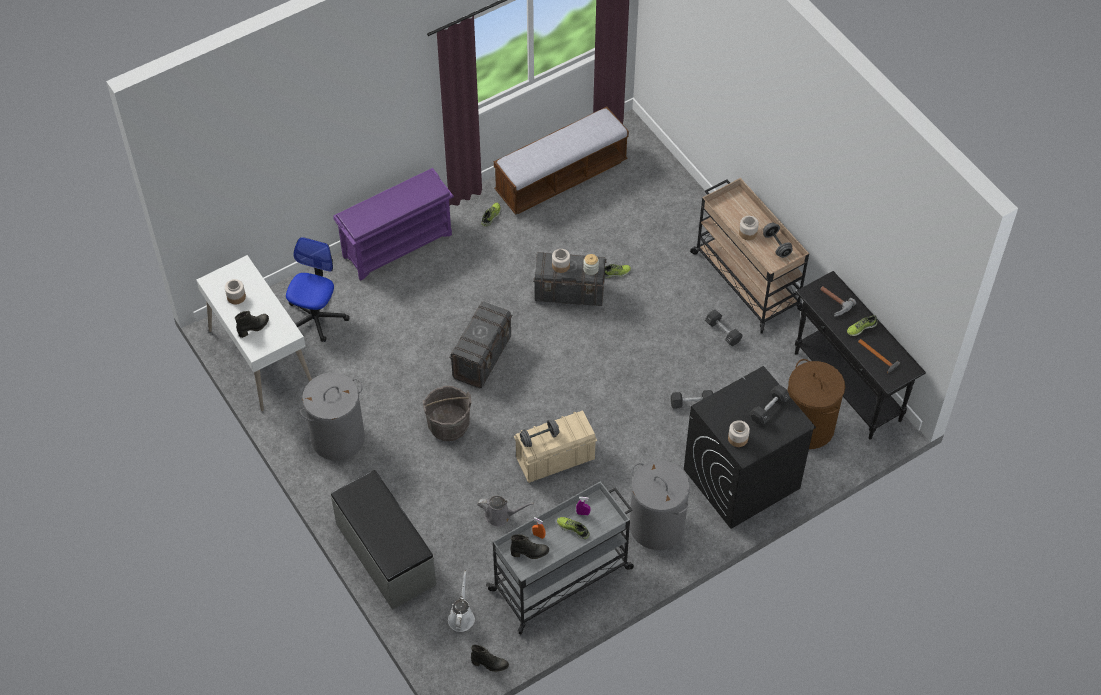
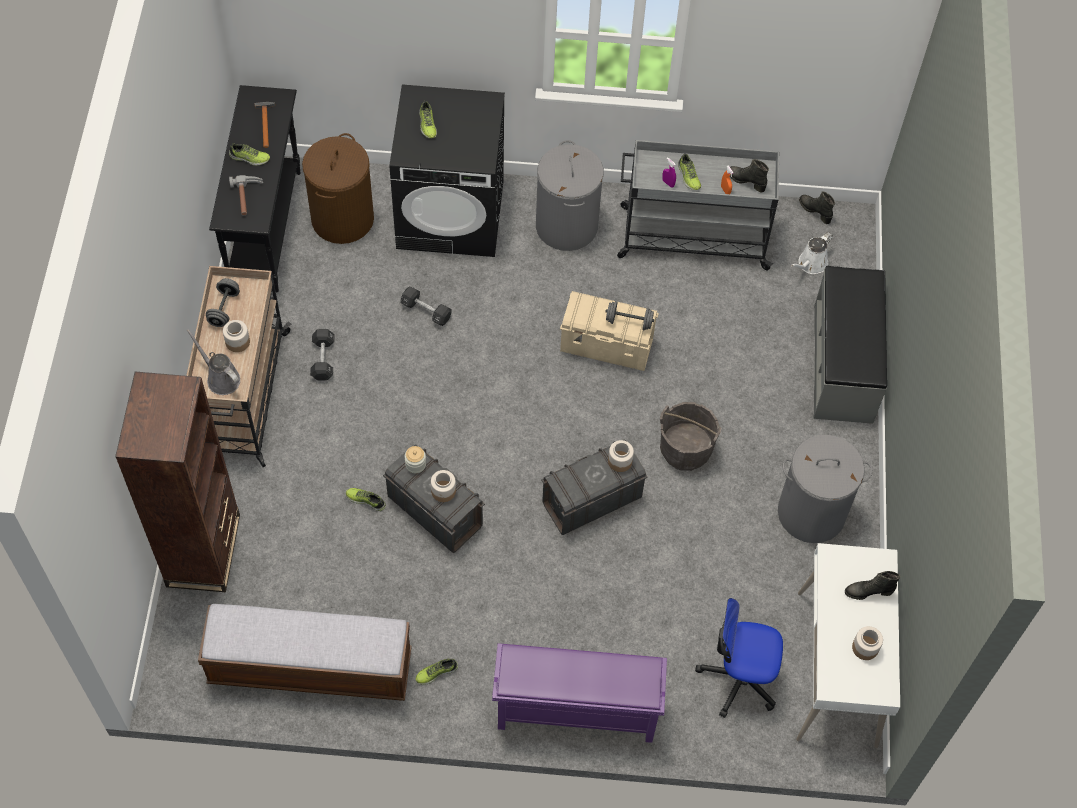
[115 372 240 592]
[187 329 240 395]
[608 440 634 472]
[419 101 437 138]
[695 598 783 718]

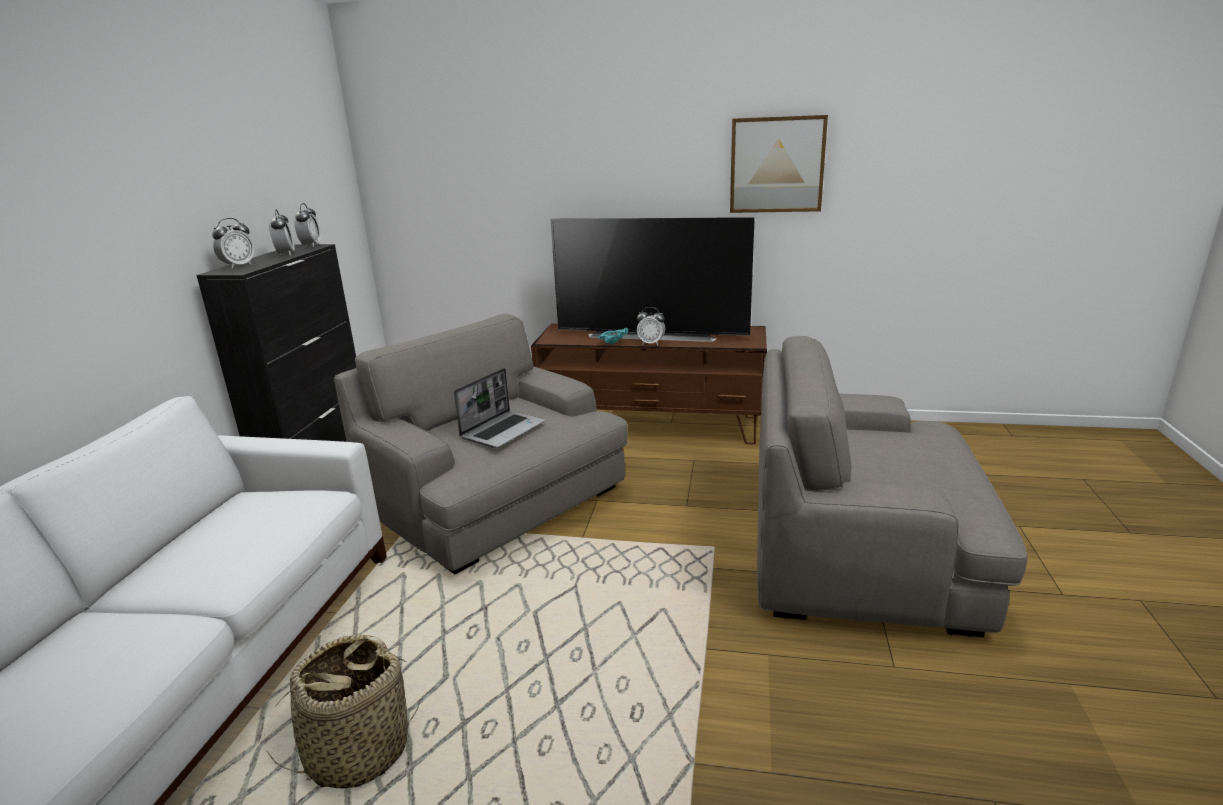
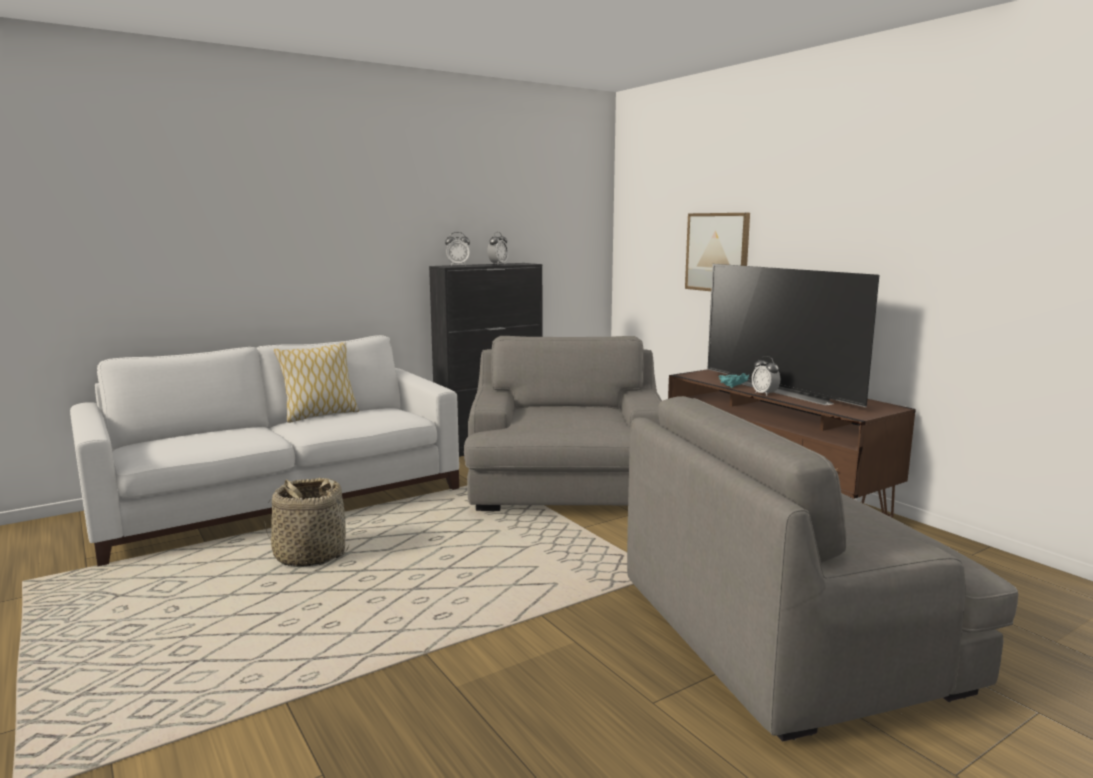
[294 203 321 247] (first image)
[454 368 545 448] (first image)
[273 342 359 423]
[685 213 750 291]
[627 396 1018 741]

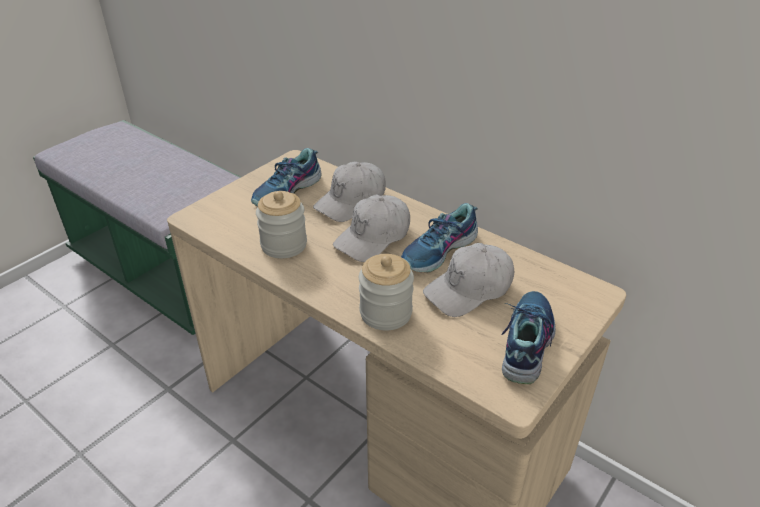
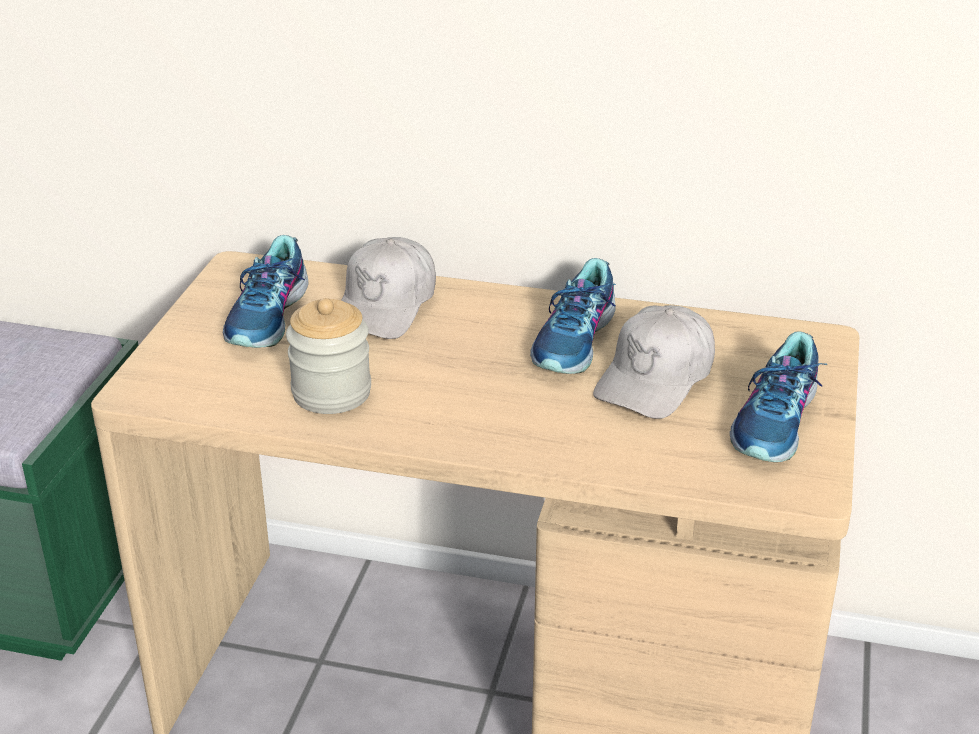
[333 195 410 262] (first image)
[359 254 414 330] (first image)
[730 331 828 462]

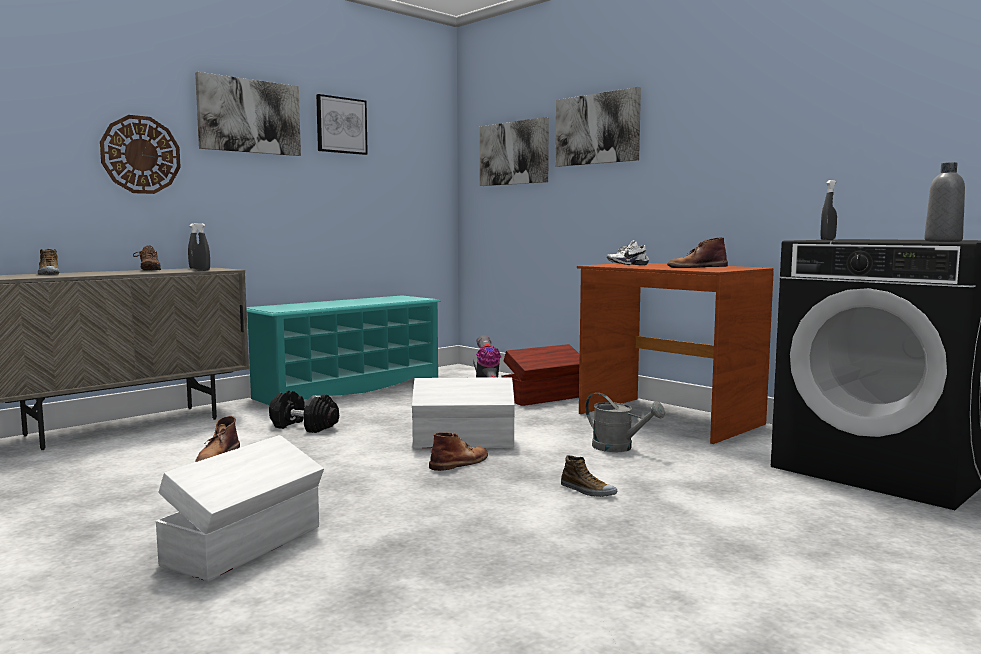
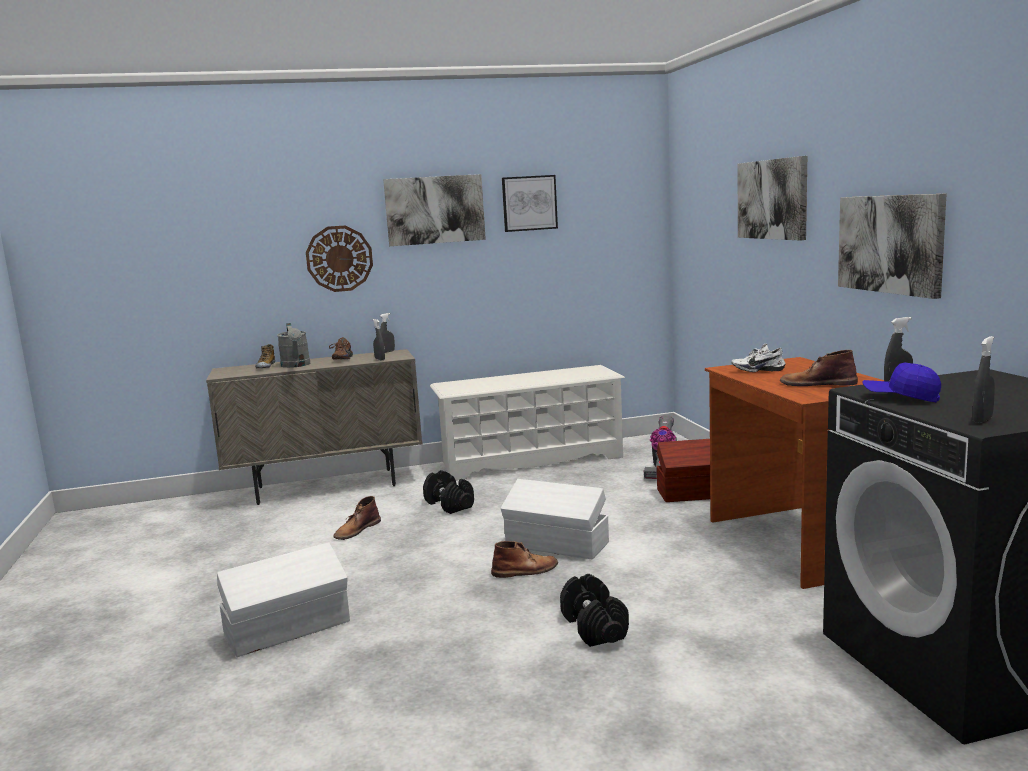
[863 363 941 402]
[838 194 946 299]
[277 323 310 368]
[560 574 629 647]
[972 336 995 423]
[430 365 625 481]

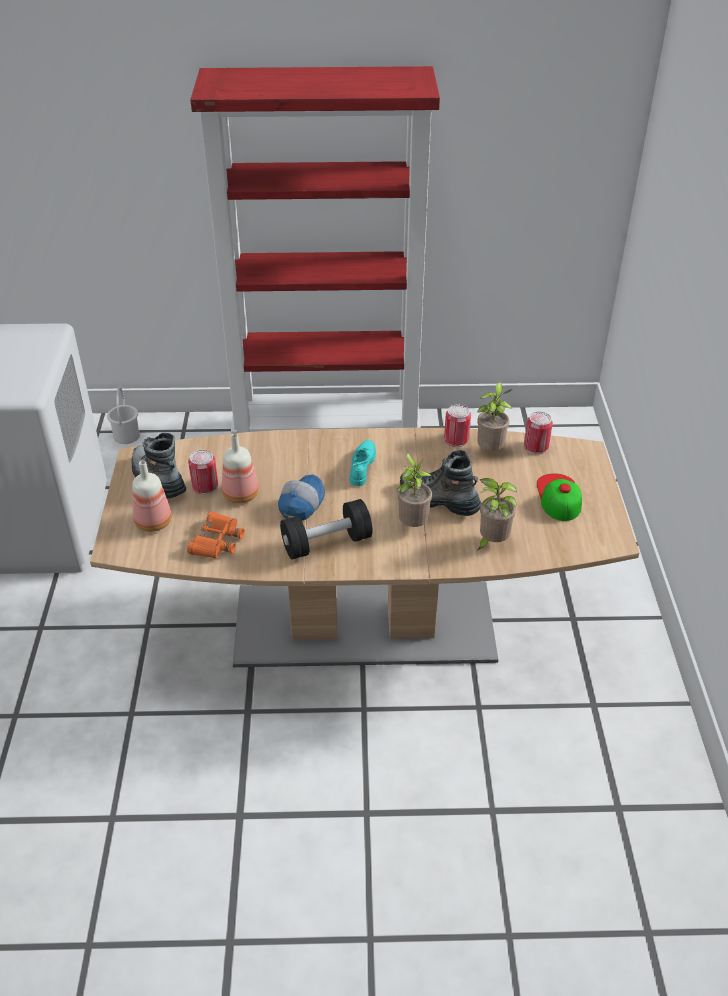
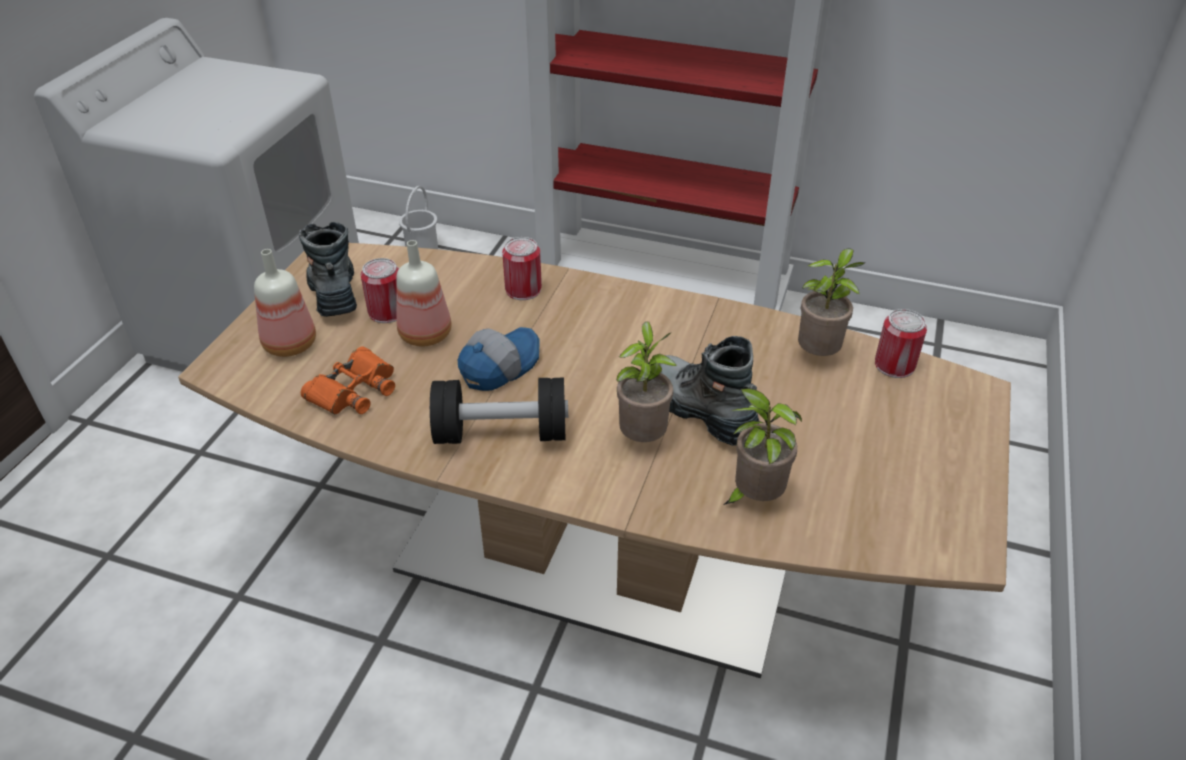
[349 440 376 486] (first image)
[537 473 582 521] (first image)
[502 237 542 300]

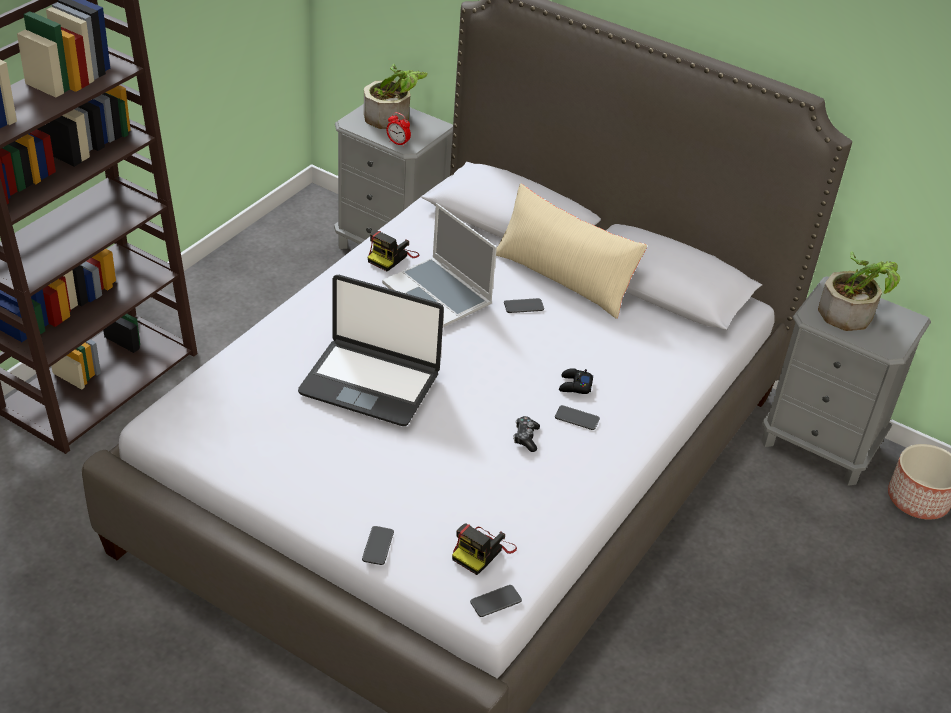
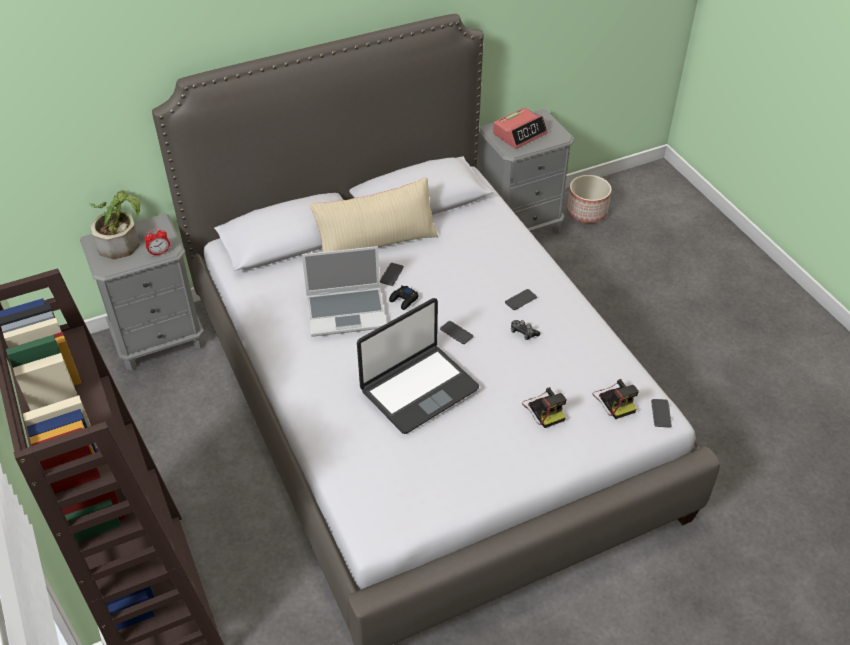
[440 321 473 344]
[522 387 567 428]
[389 285 419 310]
[493 108 548 149]

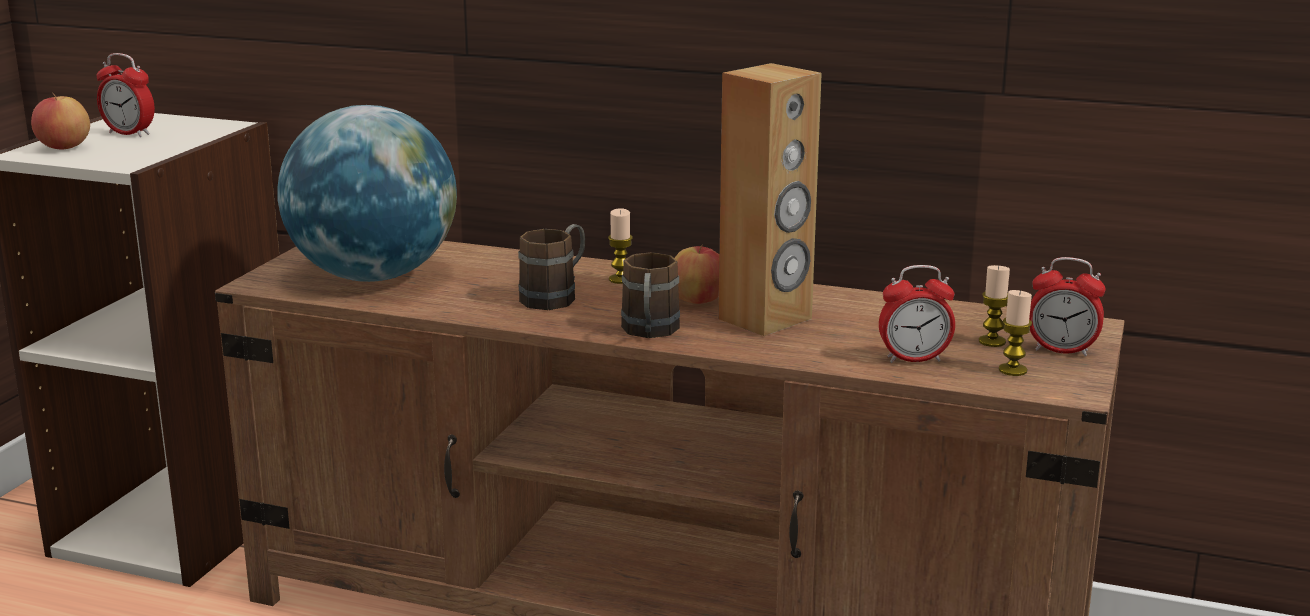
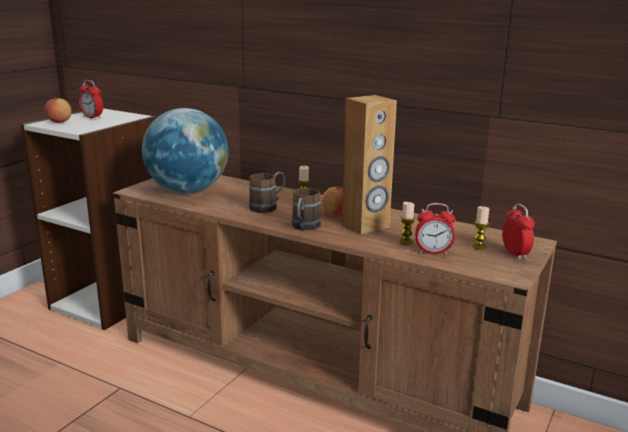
[399 202 415 245]
[502 204 535 260]

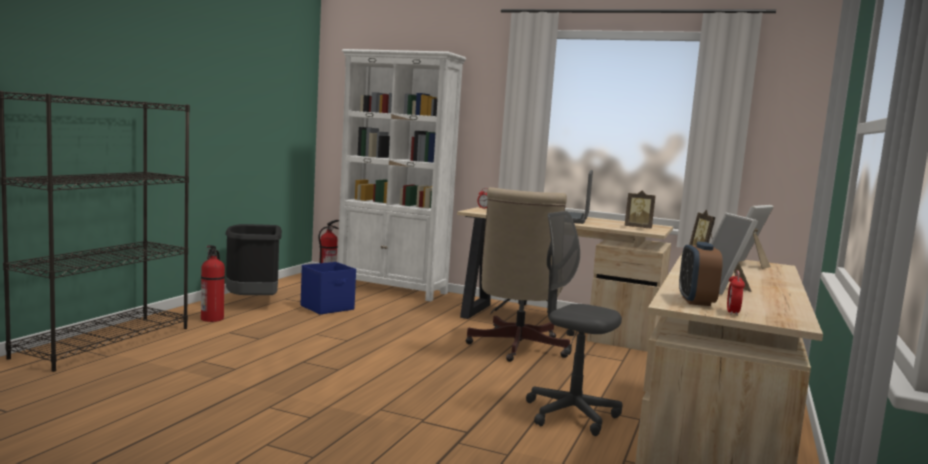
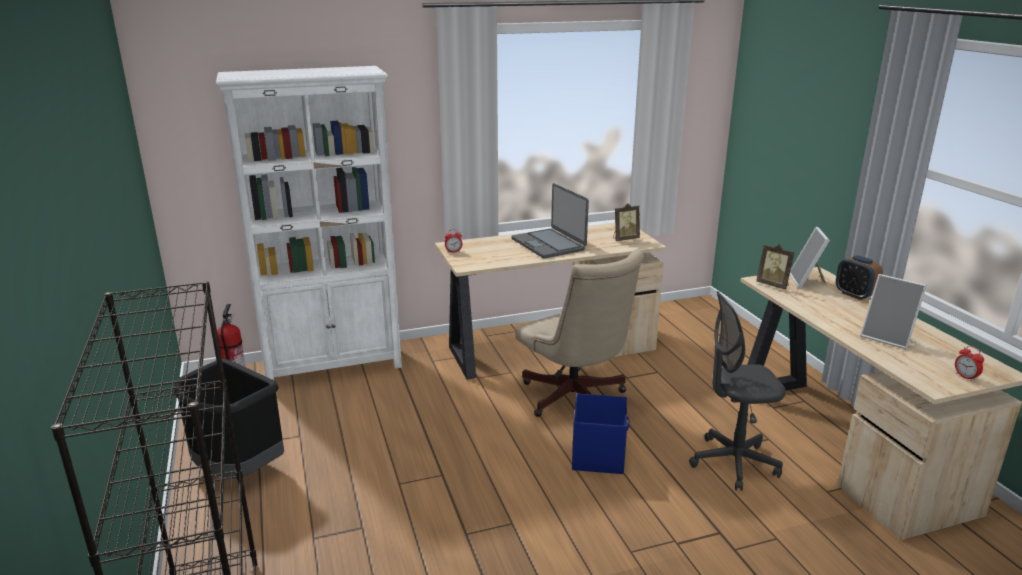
[201 245 225 322] (first image)
[572 393 630 474]
[836 255 883 300]

